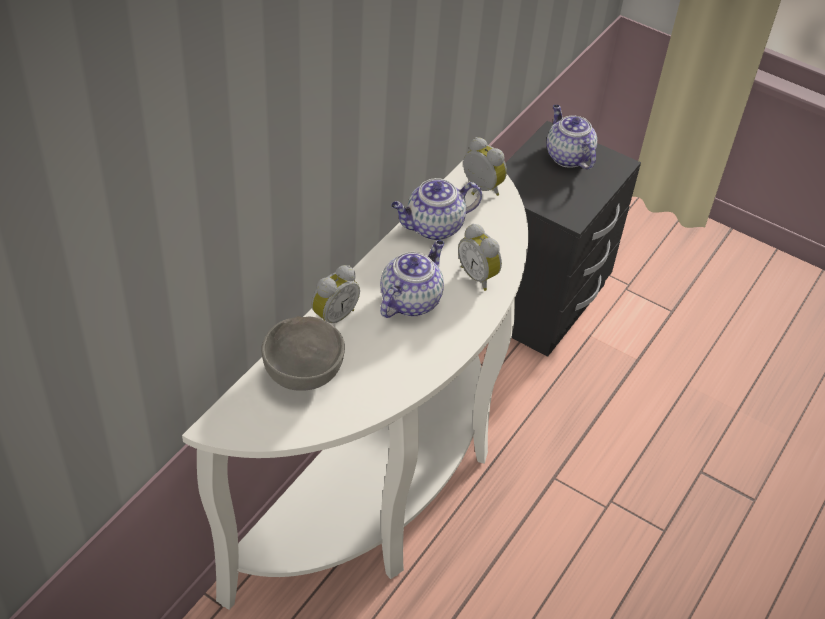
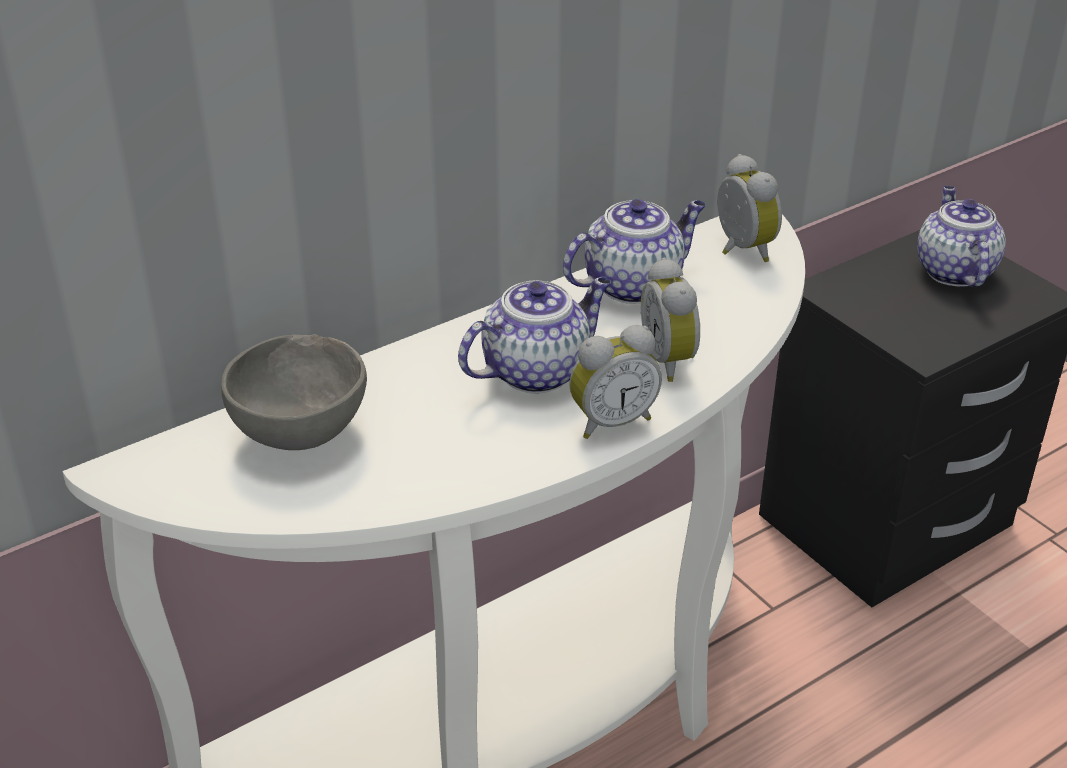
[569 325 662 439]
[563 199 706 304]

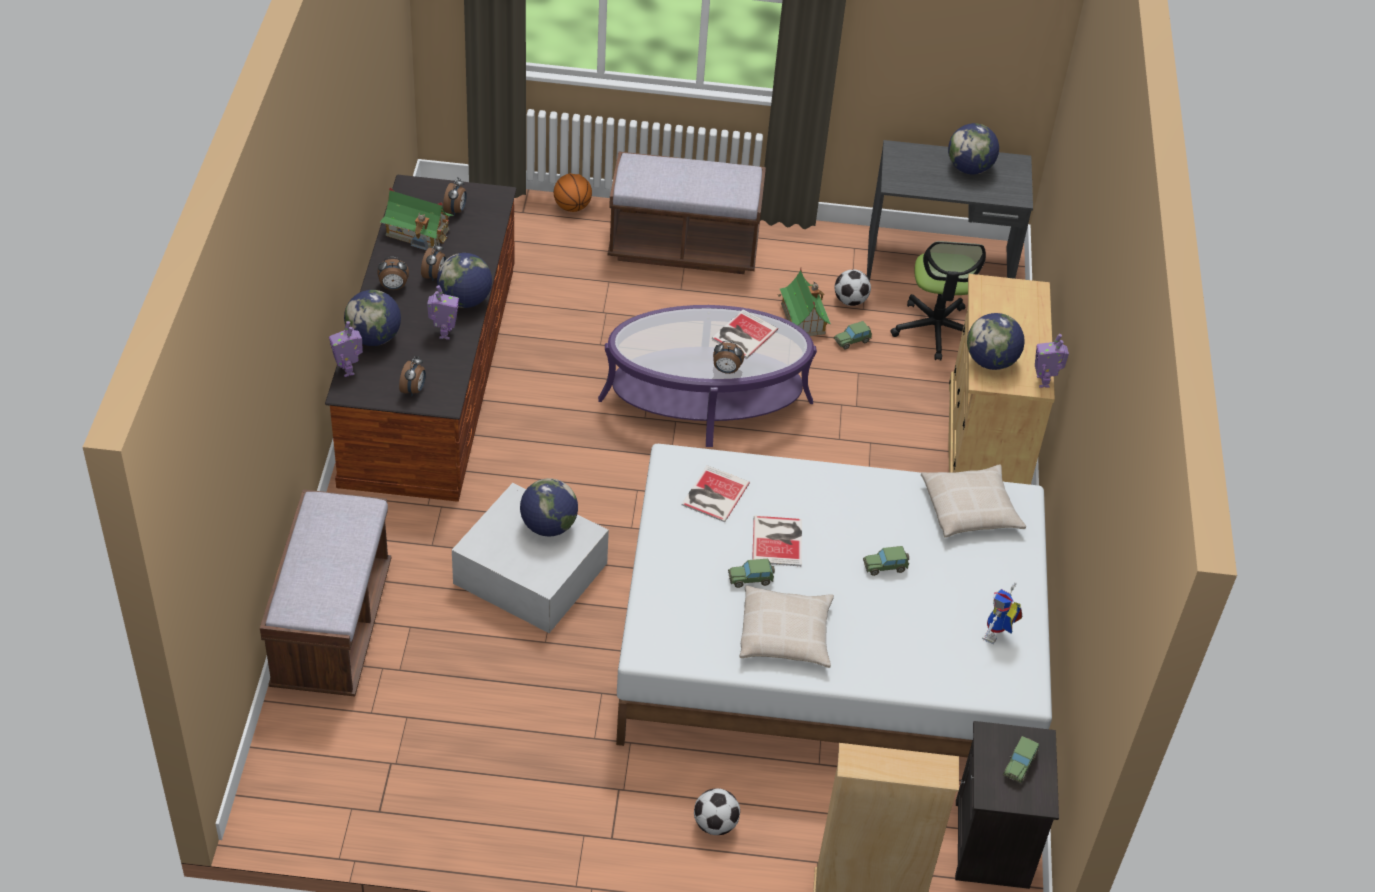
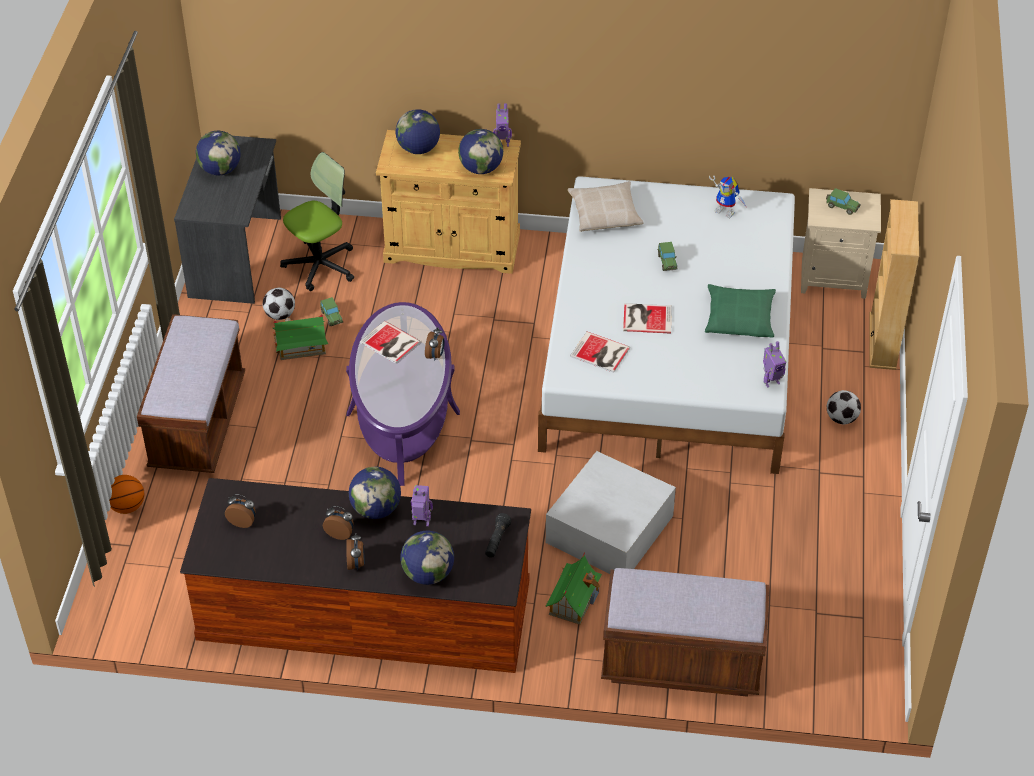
[728 559 775 588] (first image)
[763 341 786 388]
[545 553 602 625]
[396 109 440 154]
[485 513 511 558]
[705 284 776 338]
[801 188 881 299]
[280 152 354 291]

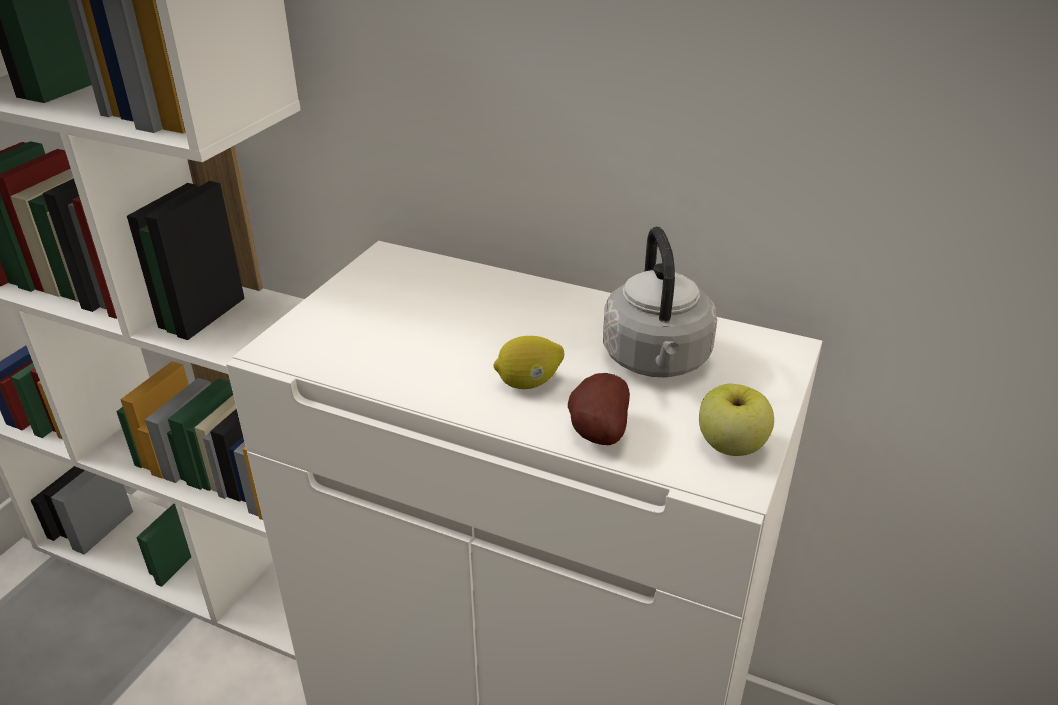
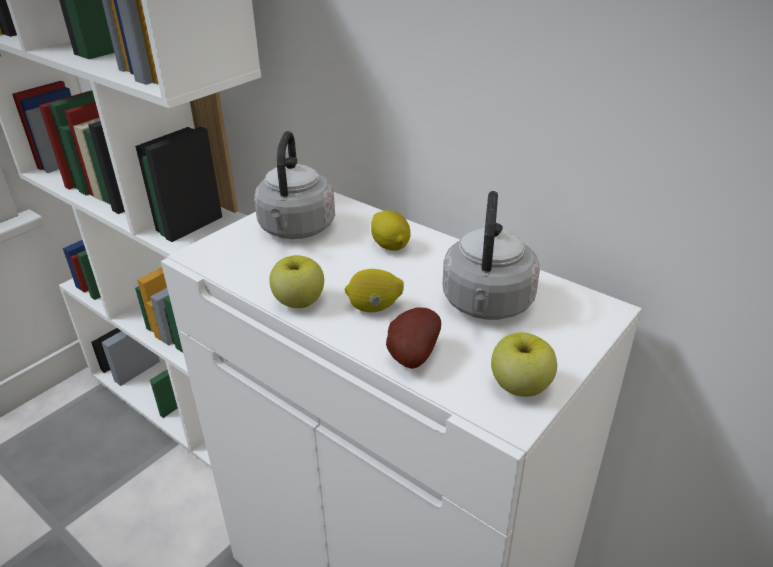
[254 131 335 239]
[269 255 324 308]
[371 210 411 251]

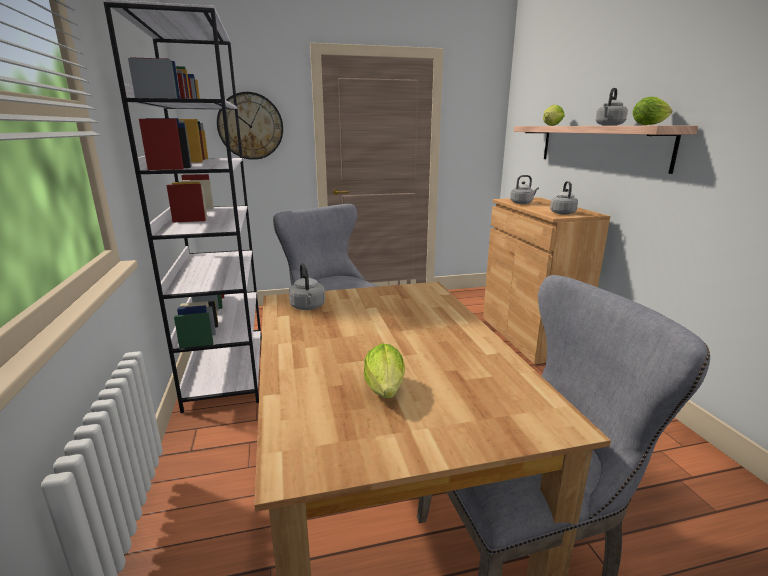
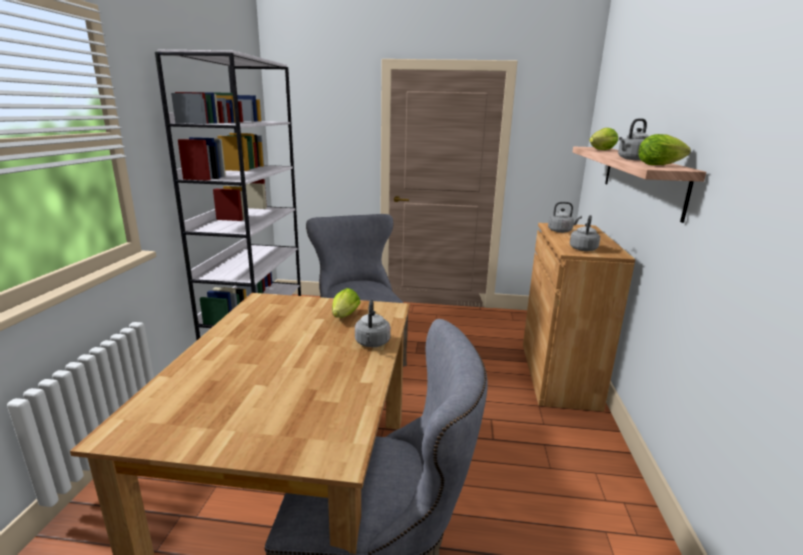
[217 92 283 160] (first image)
[355 299 391 347]
[332 288 361 318]

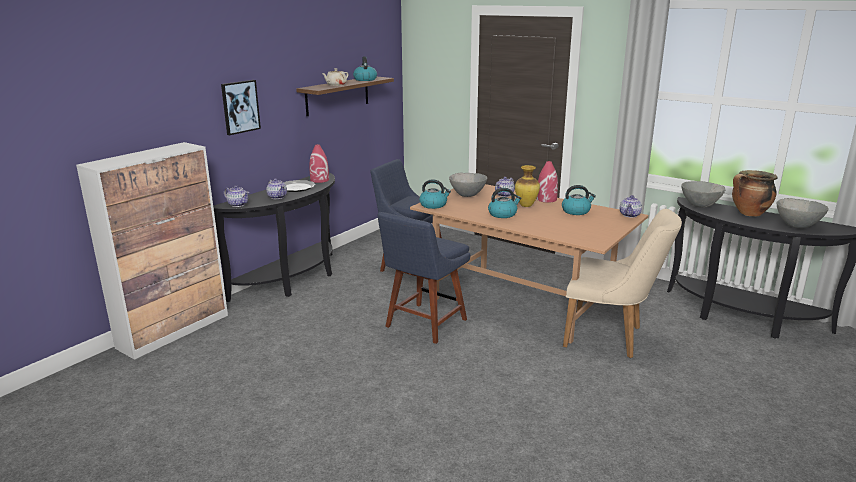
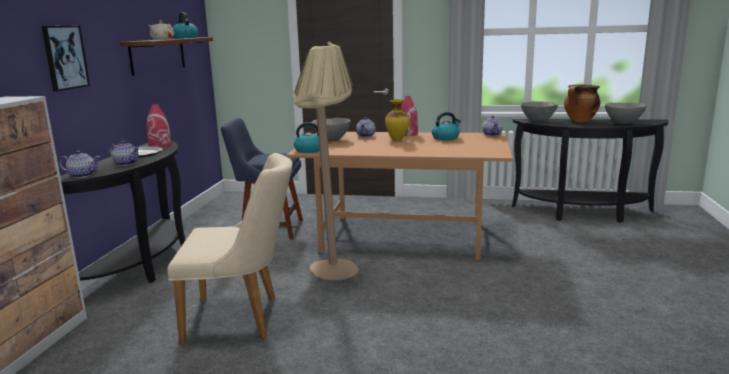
[488 188 521 218] (first image)
[167 153 292 345]
[293 41 359 280]

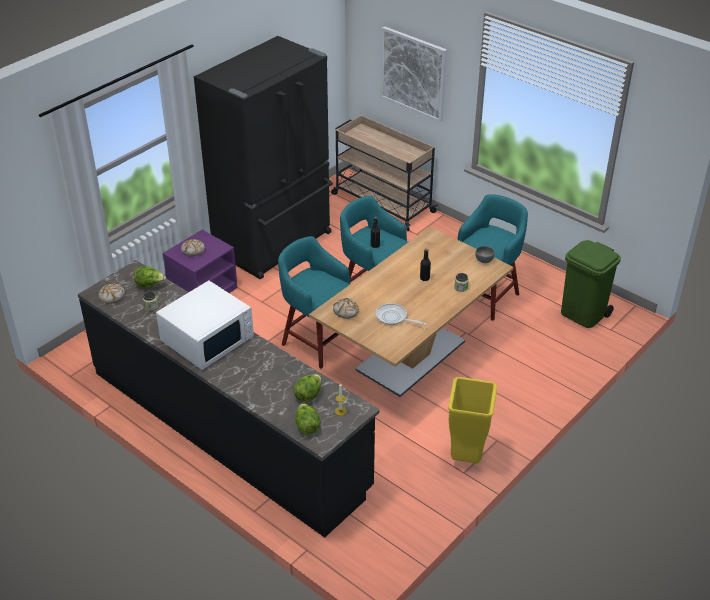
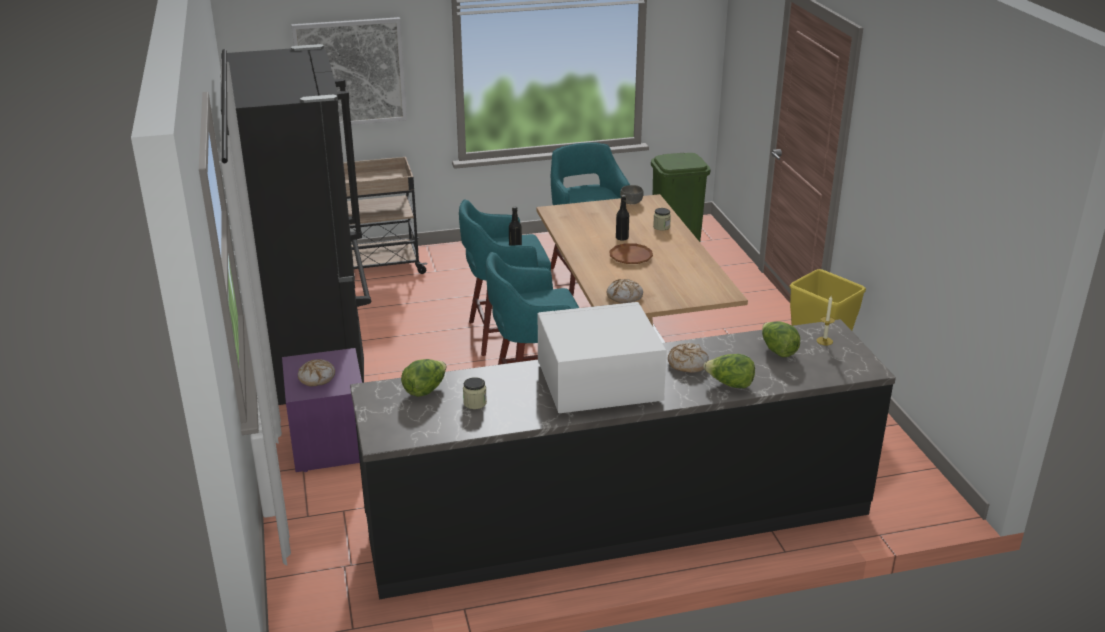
[376 303 426 325] (first image)
[609 243 653 264]
[668 343 709 373]
[703 354 755 388]
[538 302 667 413]

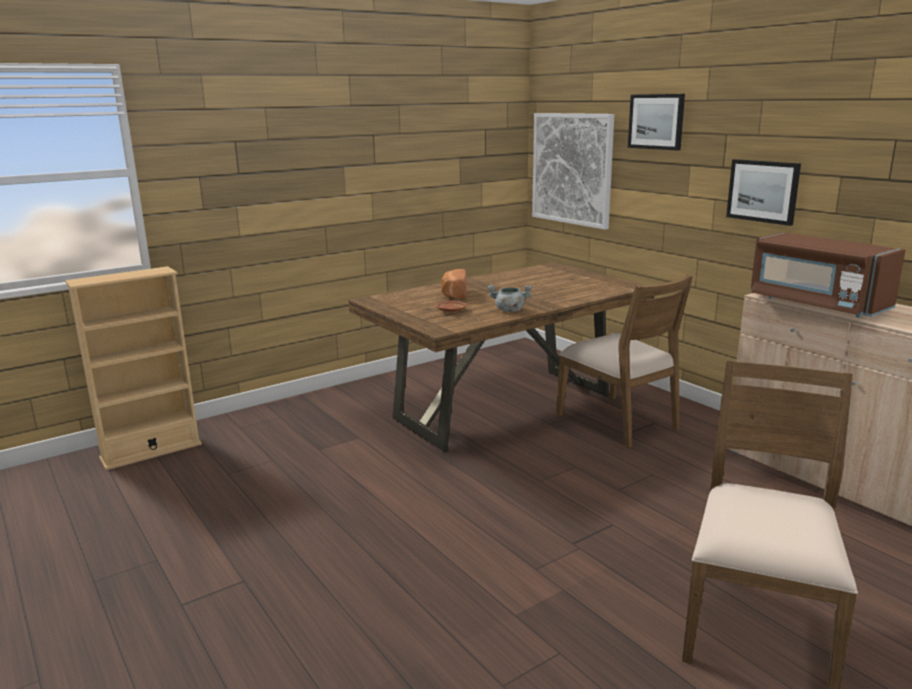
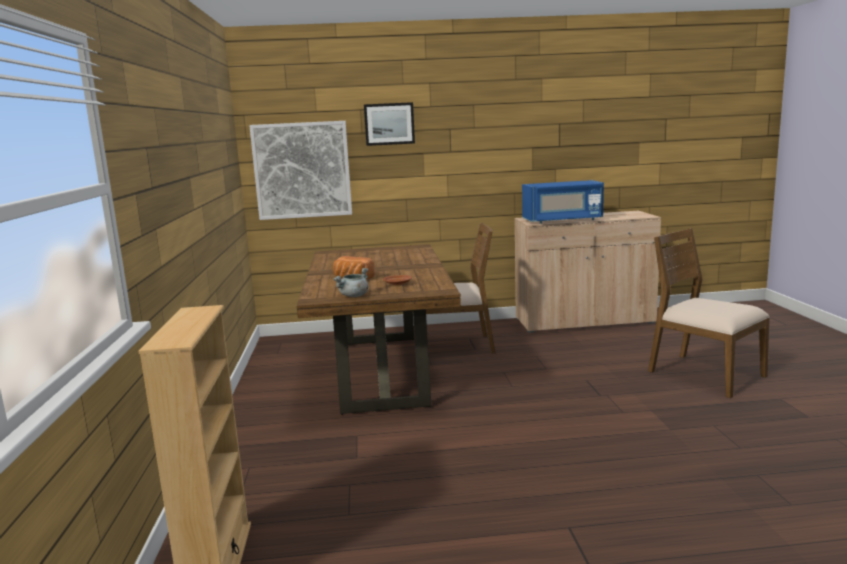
[726 159 801 226] (first image)
[334 268 368 297]
[522 180 604 224]

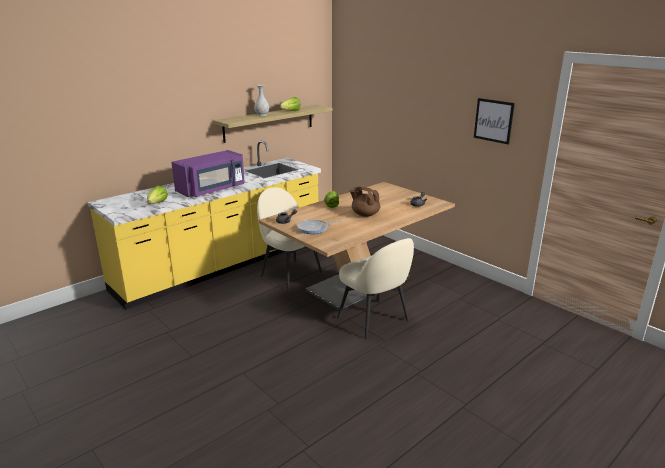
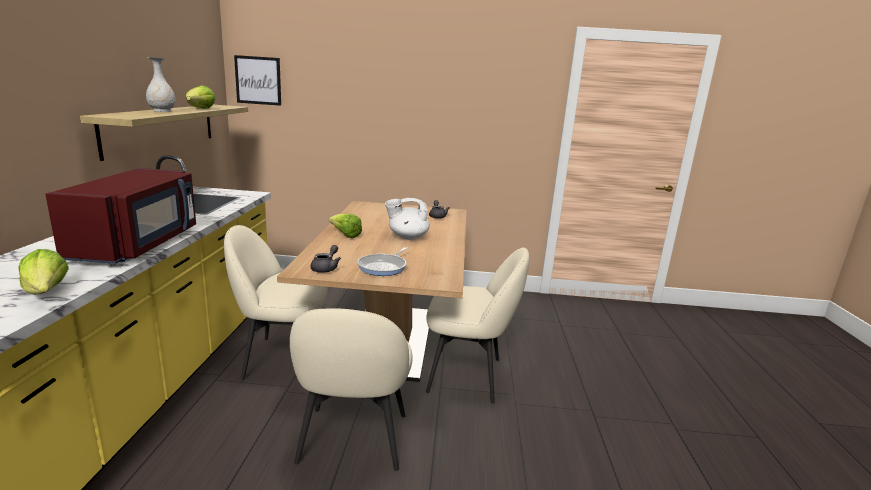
[290 309 413 471]
[234 55 281 106]
[45 168 196 264]
[385 198 430 240]

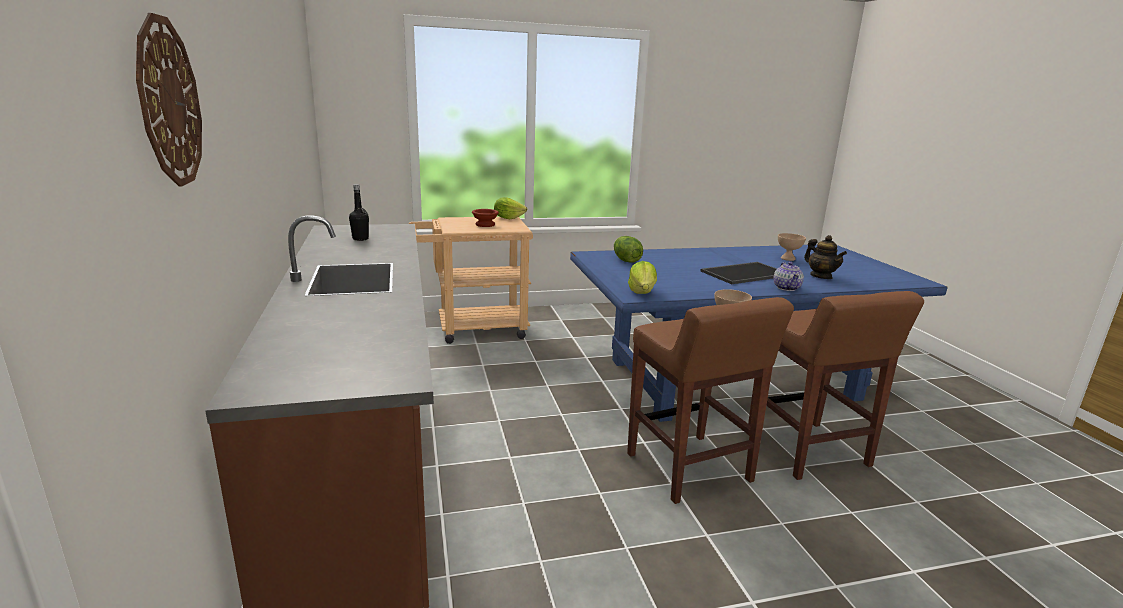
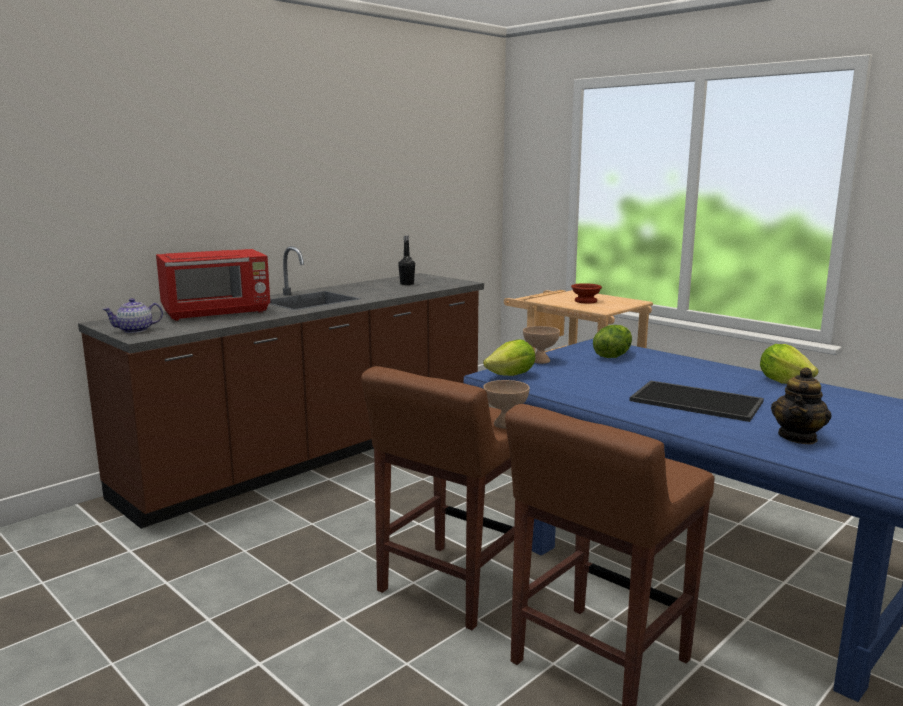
[136 13 202 187] (first image)
[156 249 270 321]
[760 344 819 384]
[102 298 163 333]
[523 326 560 364]

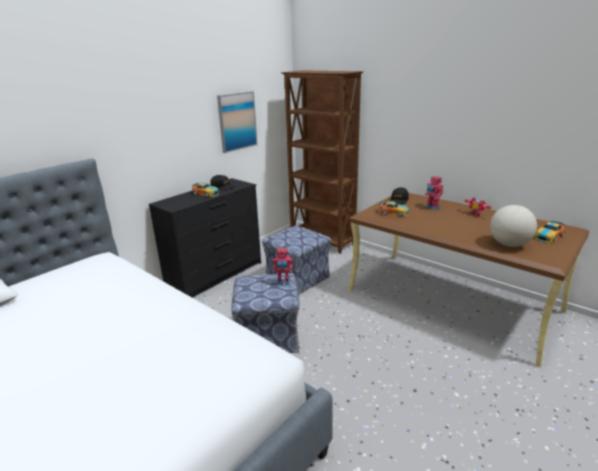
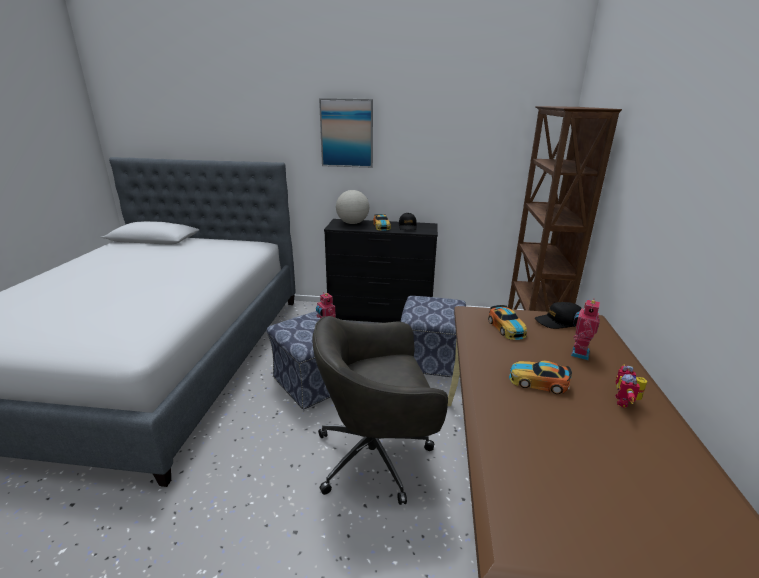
[312 316 448 505]
[319 98 373 168]
[336 190 369 224]
[509 361 572 394]

